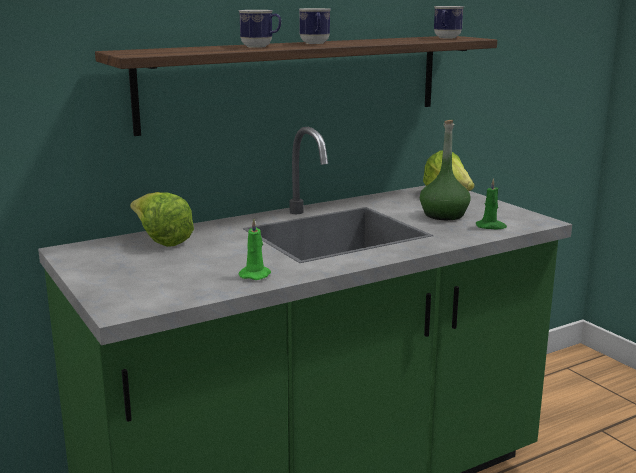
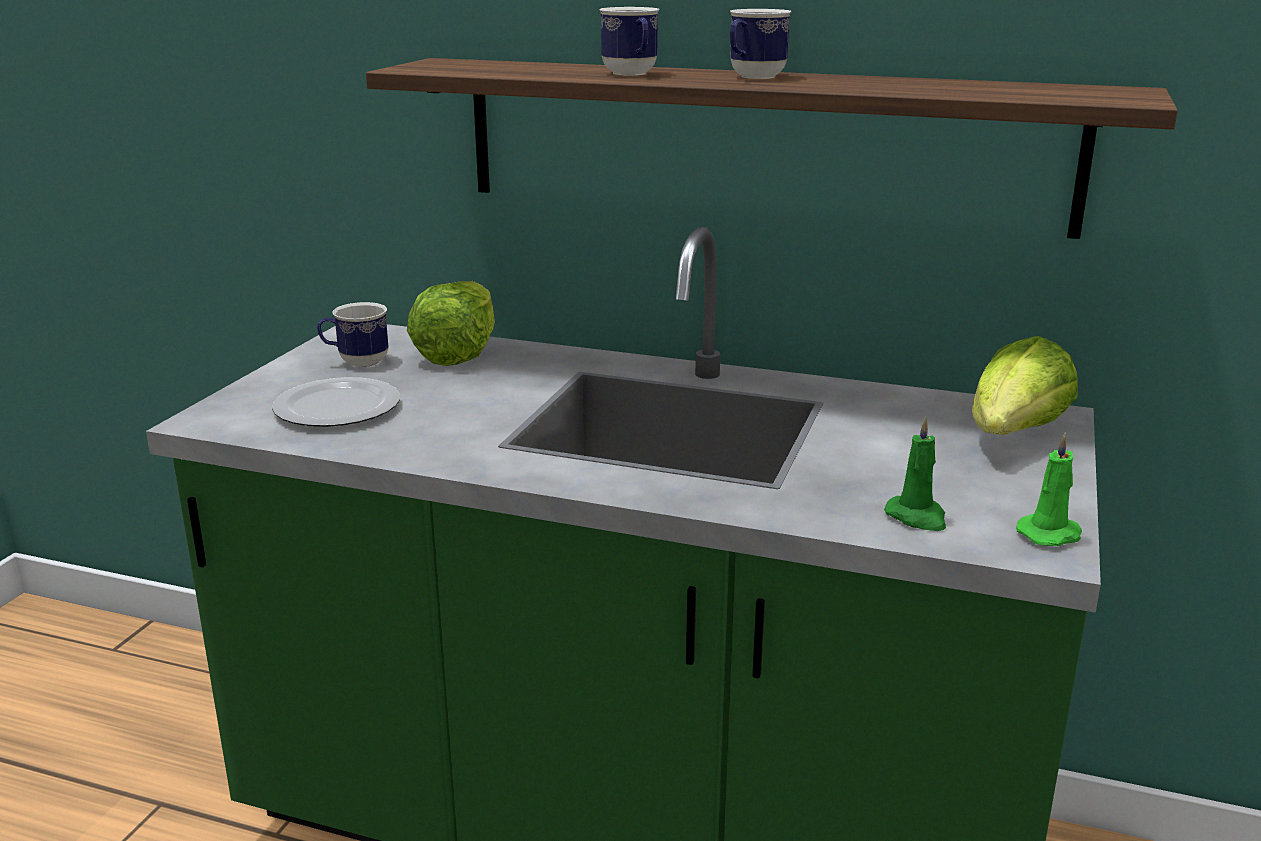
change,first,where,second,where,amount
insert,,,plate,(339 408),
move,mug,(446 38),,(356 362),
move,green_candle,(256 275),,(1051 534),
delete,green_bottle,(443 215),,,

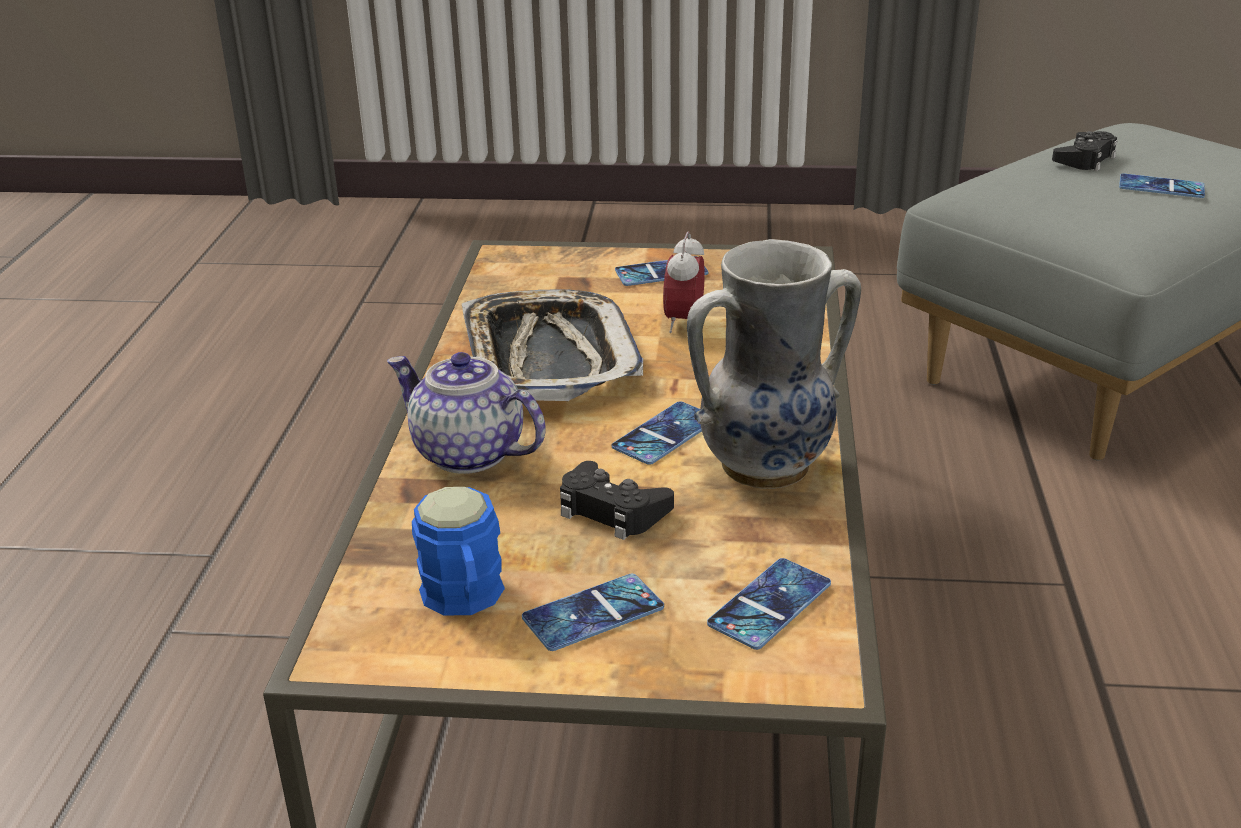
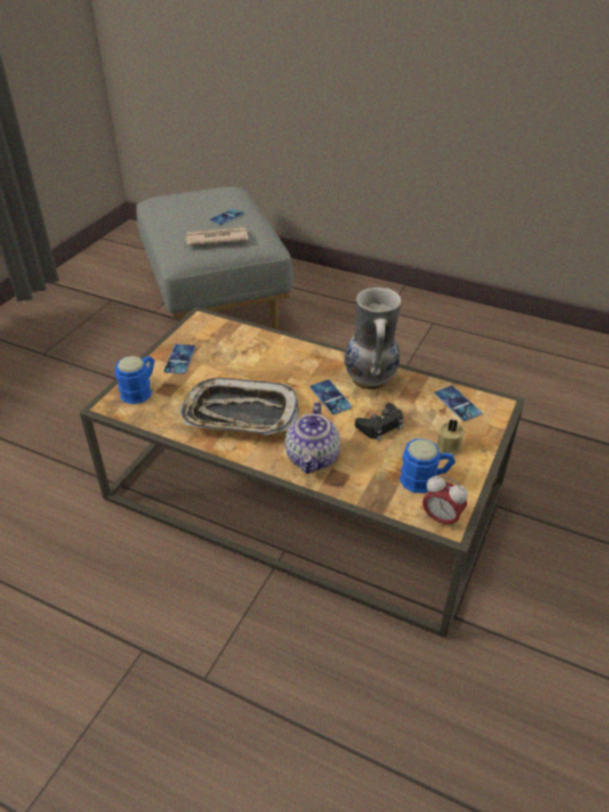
change,first,where,second,where,amount
insert,,,blue_mug,(140 390),
insert,,,newspaper,(216 239),
rotate,teapot,(466 453),,(313 458),45 degrees counterclockwise
move,alarm_clock,(684 323),,(441 519),
replace,phone,(593 613),beige_candle,(447 447),
delete,black_game_controller,(1085 159),,,

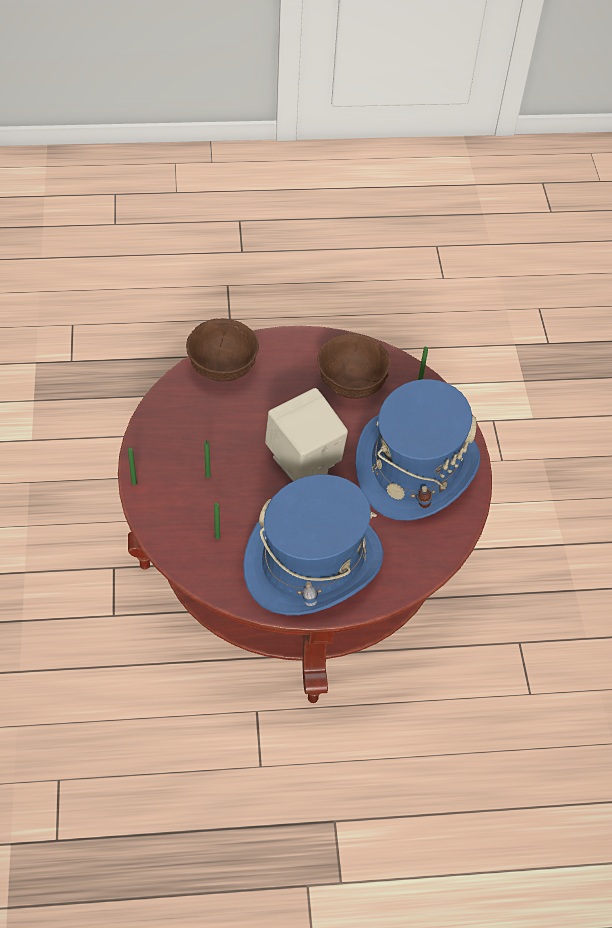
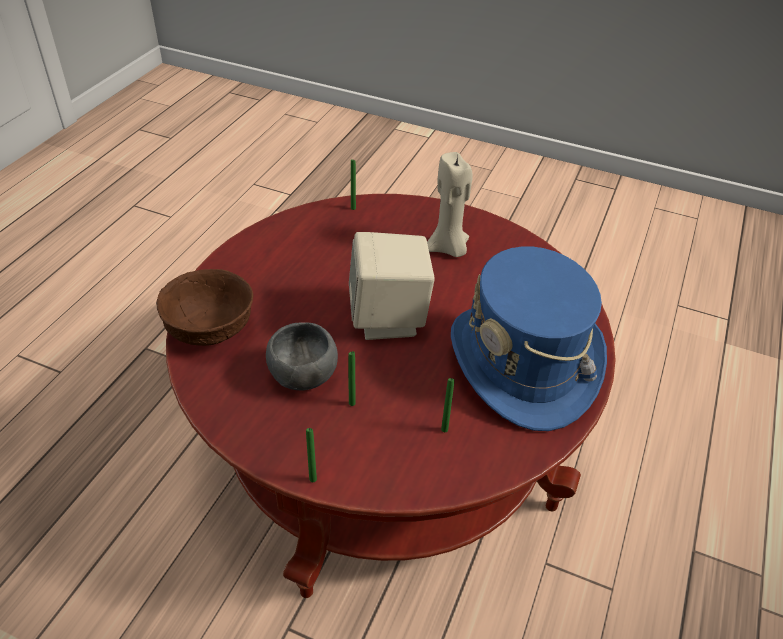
change,first,where,second,where,amount
insert,,,grey_bowl,(301 375),
replace,blue_hat,(415 467),beige_candle,(448 249),
delete,brown_bowl,(352 382),,,

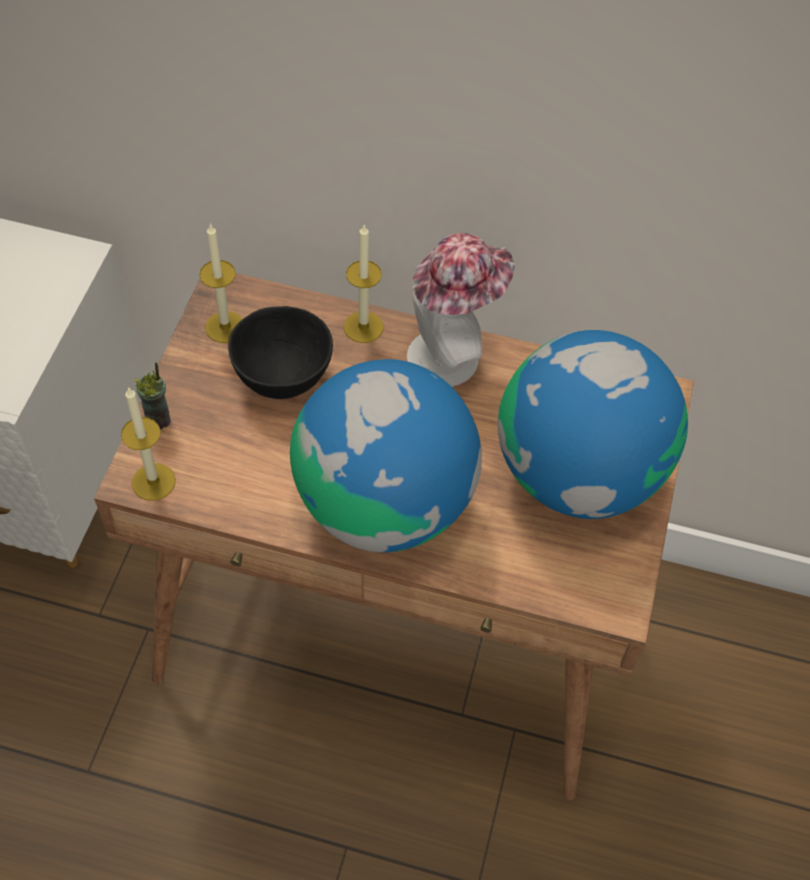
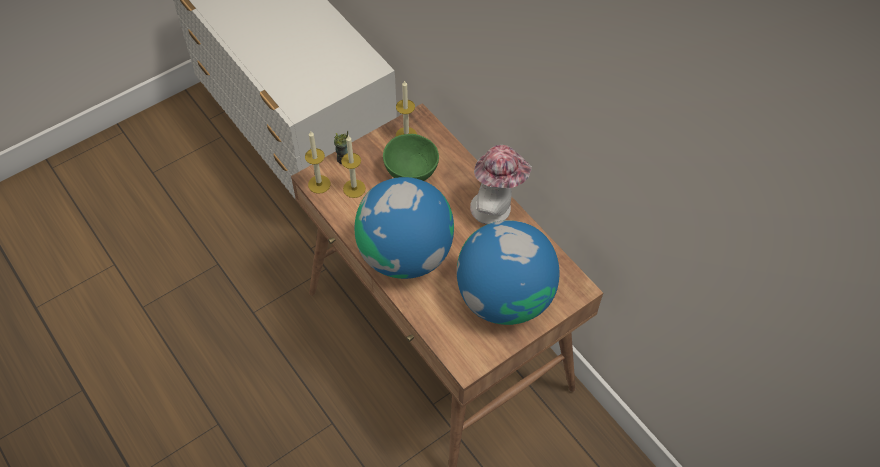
change,first,where,second,where,amount
move,candle,(363 327),,(354 188),
recolor,black_bowl,(281 377),green_bowl,(410 172),

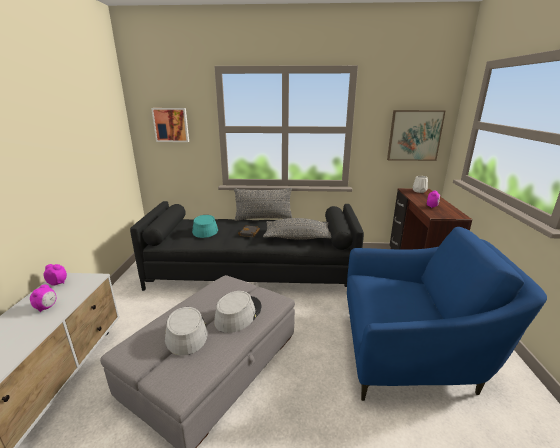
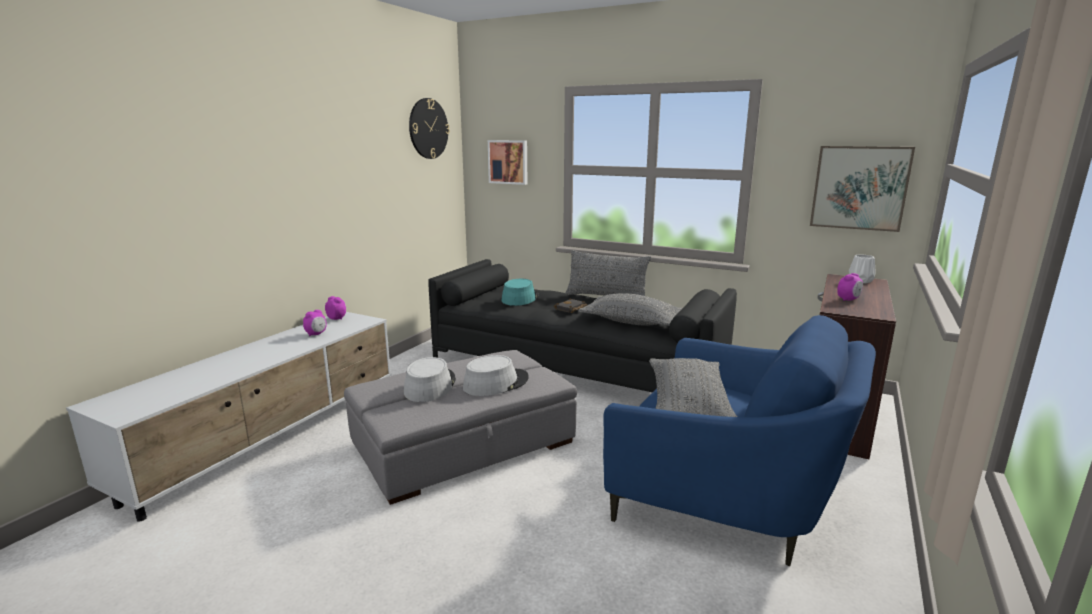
change,first,where,second,where,amount
insert,,,wall_clock,(428 128),
insert,,,grey_pillow,(688 404),

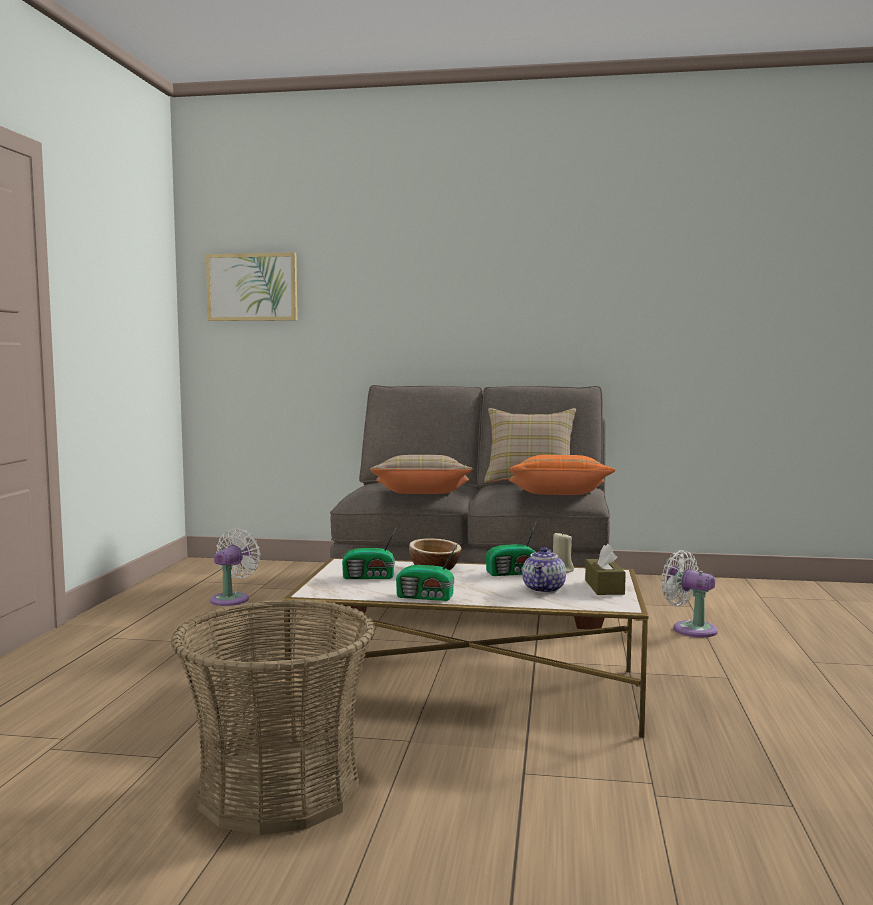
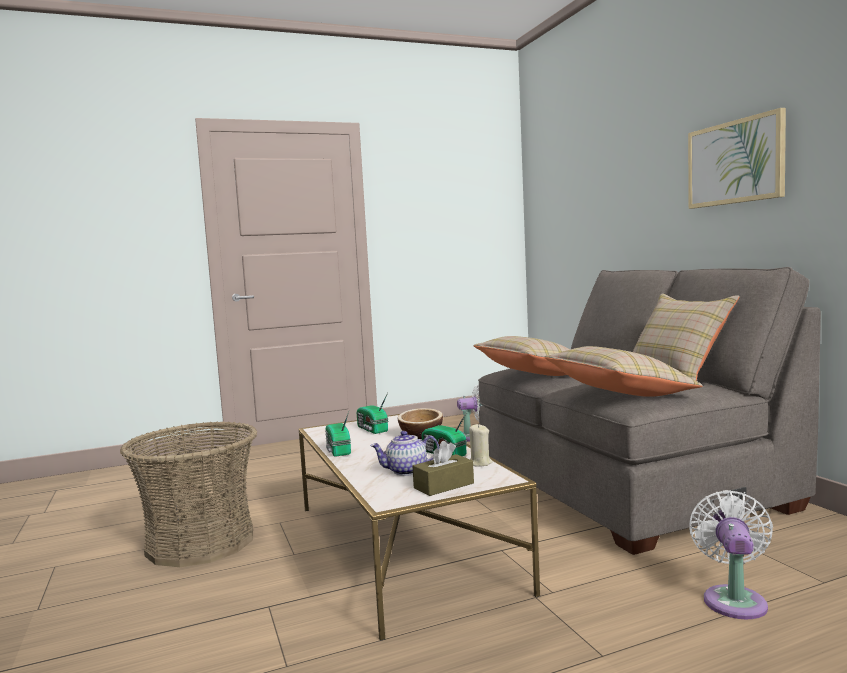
change,first,where,second,where,amount
recolor,orange_pillow,(558 496),beige_pillow,(619 394),
move,picture,(252 287),,(735 162),

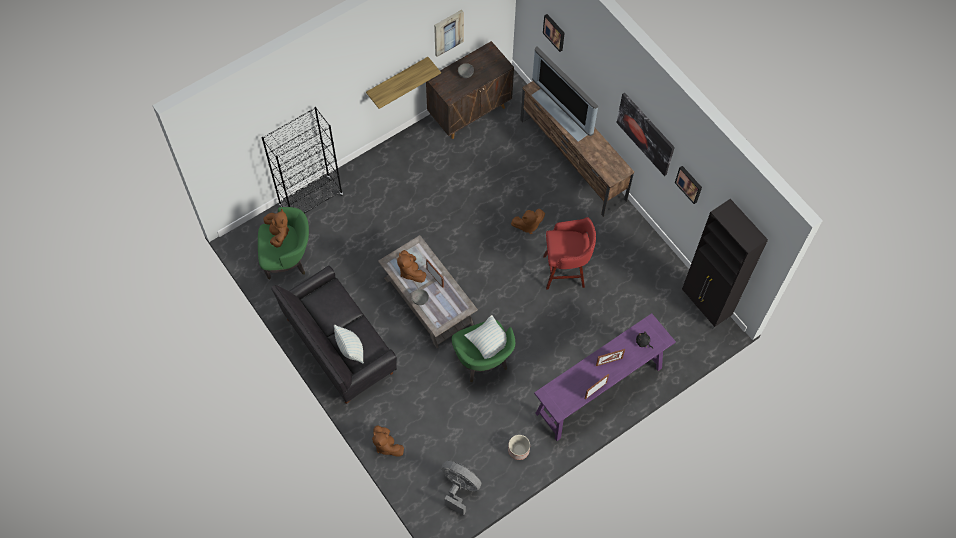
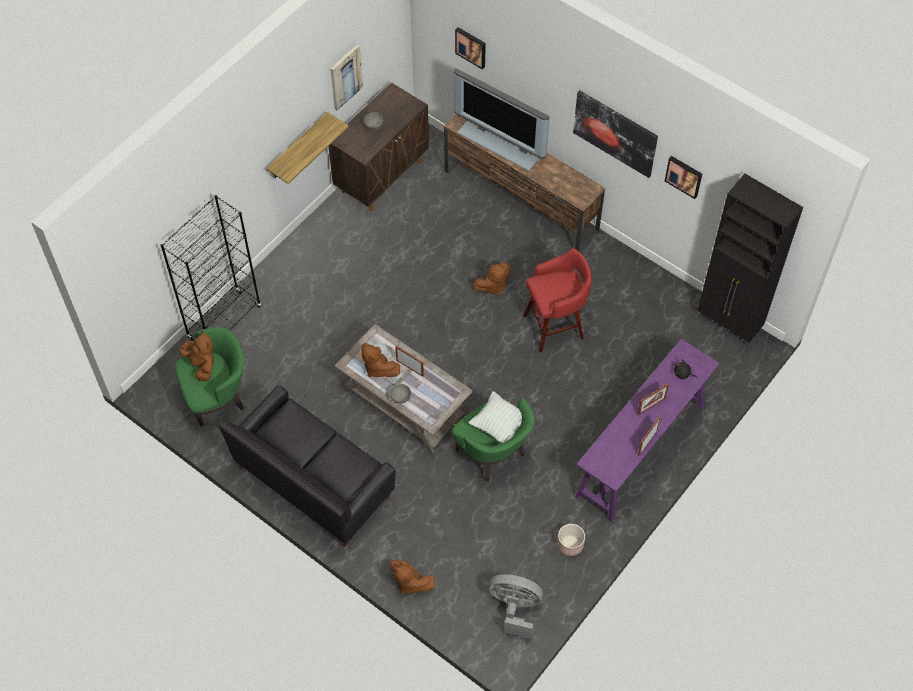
change,first,where,second,where,amount
delete,pillow,(351 350),,,

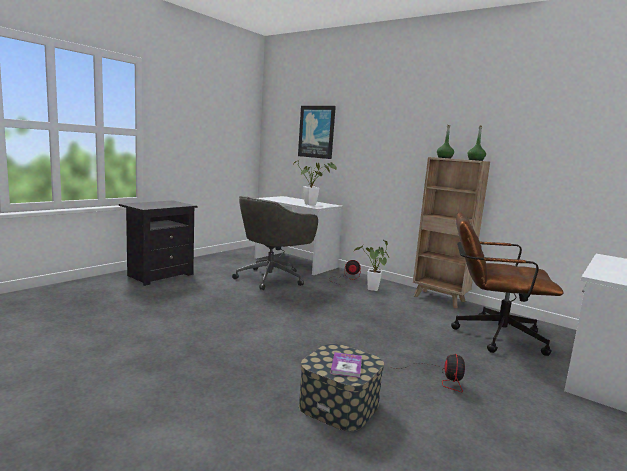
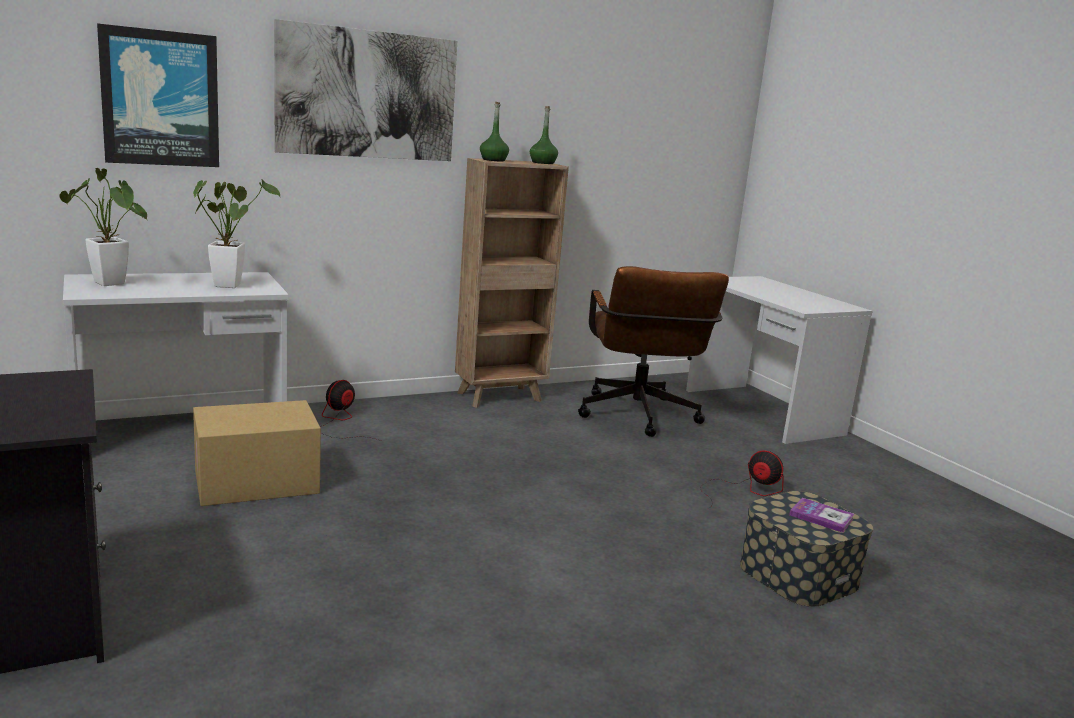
change,first,where,second,where,amount
move,potted_plant,(372 290),,(112 285),
replace,grey_office_chair,(271 278),cardboard_box,(256 483),
insert,,,picture,(367 94),
rotate,brown_office_chair,(490 335),,(639 418),45 degrees counterclockwise

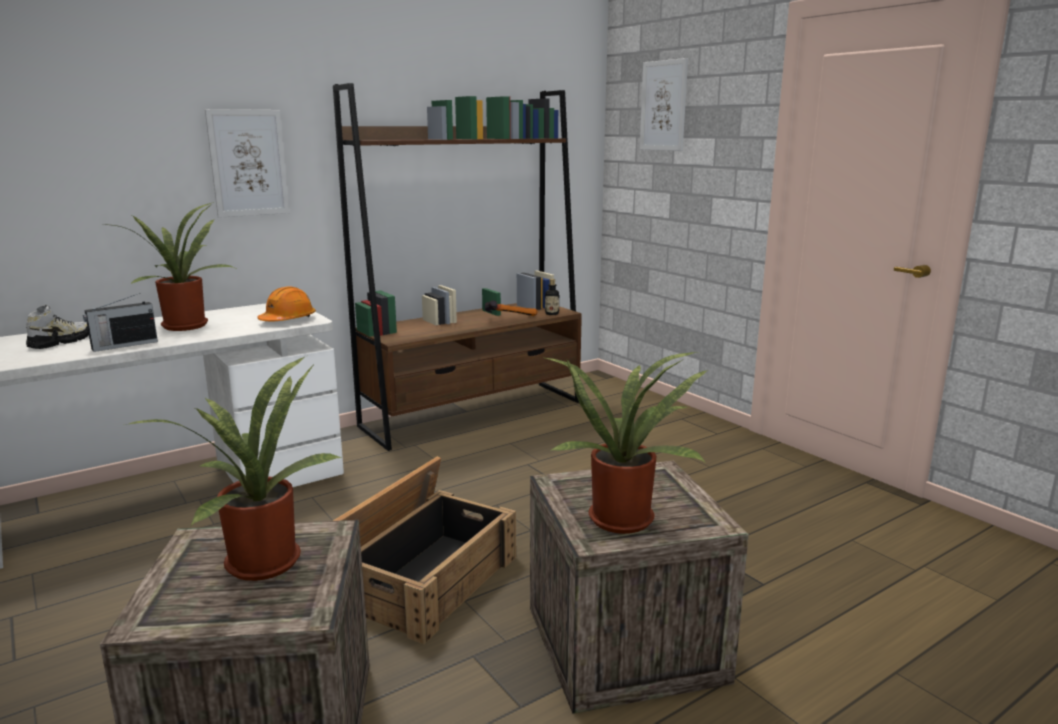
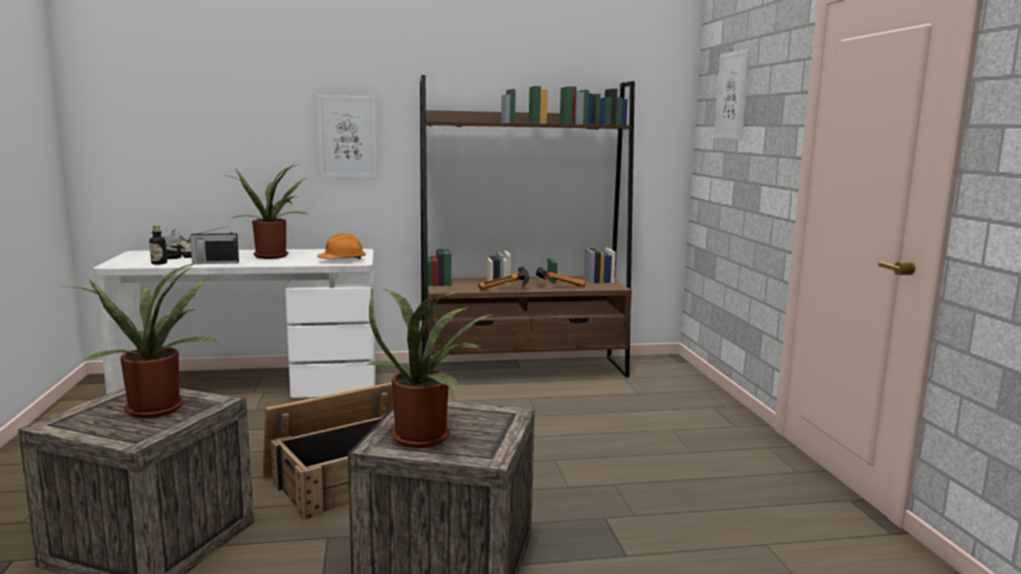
change,first,where,second,where,amount
move,bottle,(552 314),,(159 263),
insert,,,hammer,(505 290),

